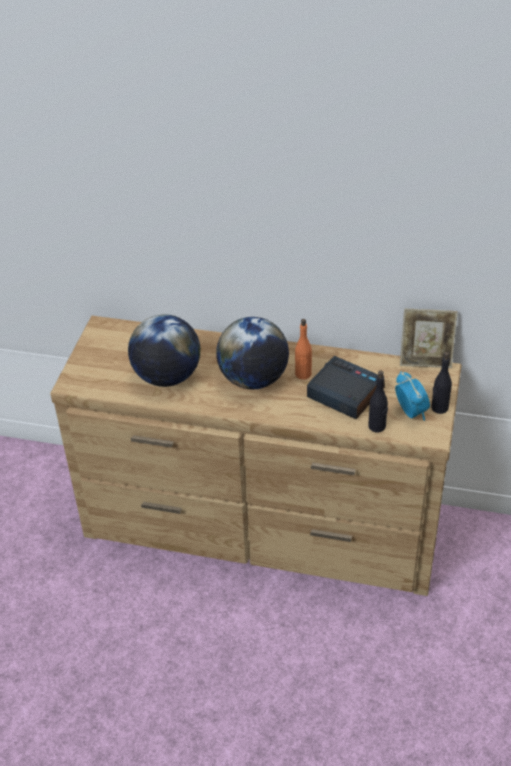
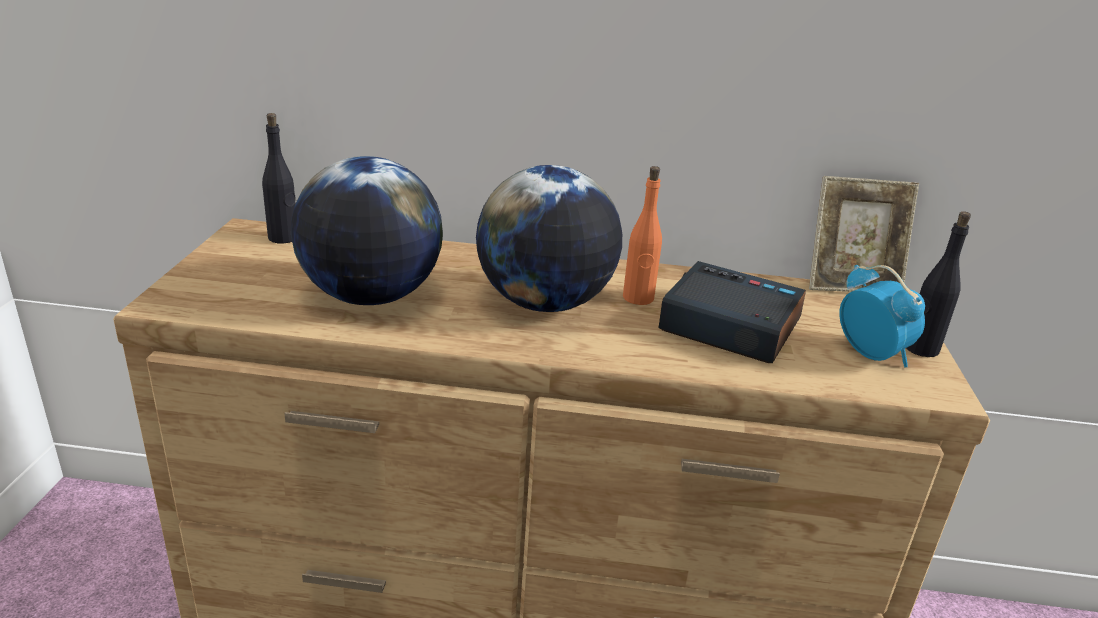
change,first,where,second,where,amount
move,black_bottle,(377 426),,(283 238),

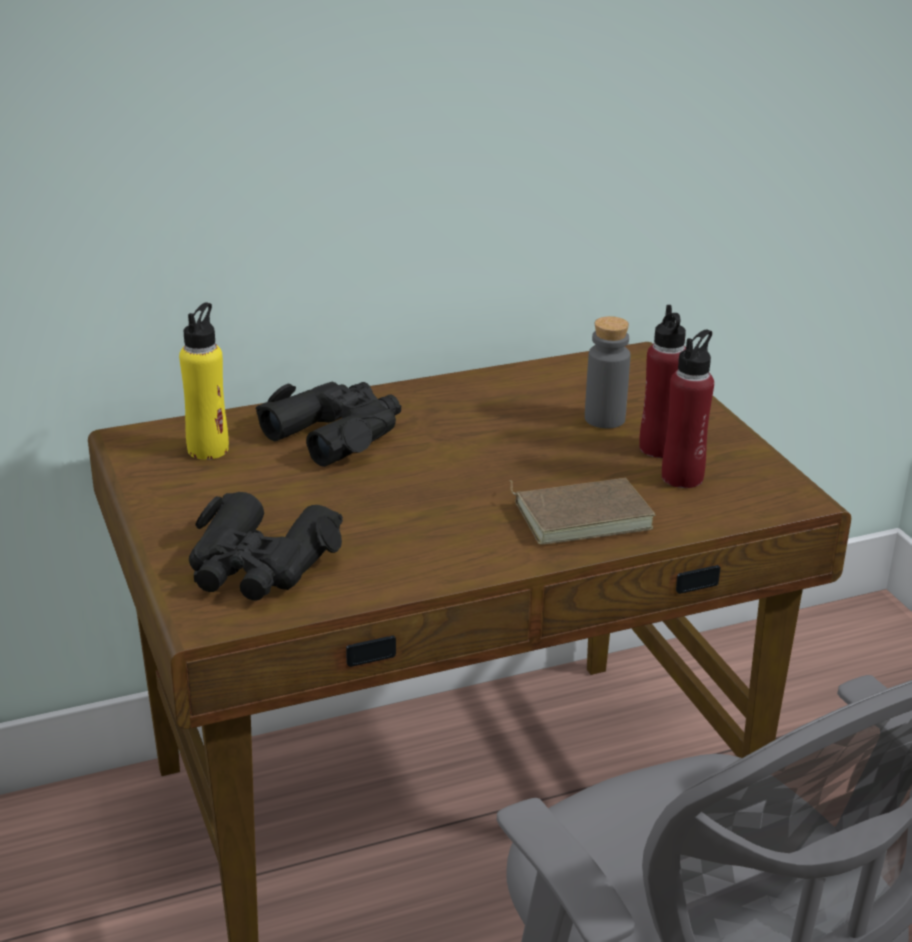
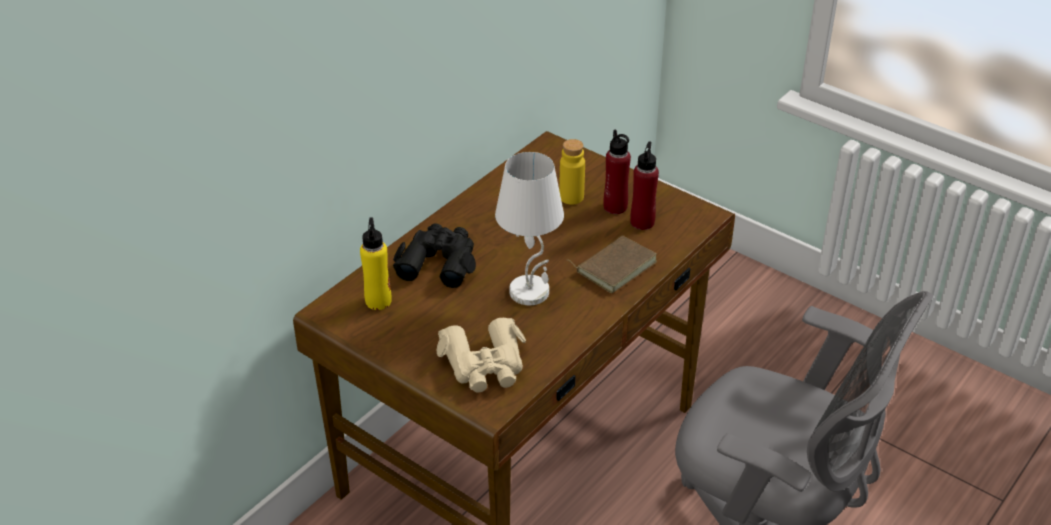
change,first,where,second,where,amount
recolor,black_binoculars,(259 566),beige_binoculars,(485 365),
insert,,,white_table_lamp,(530 292),
recolor,grey_bottle,(604 419),yellow_bottle,(571 197),

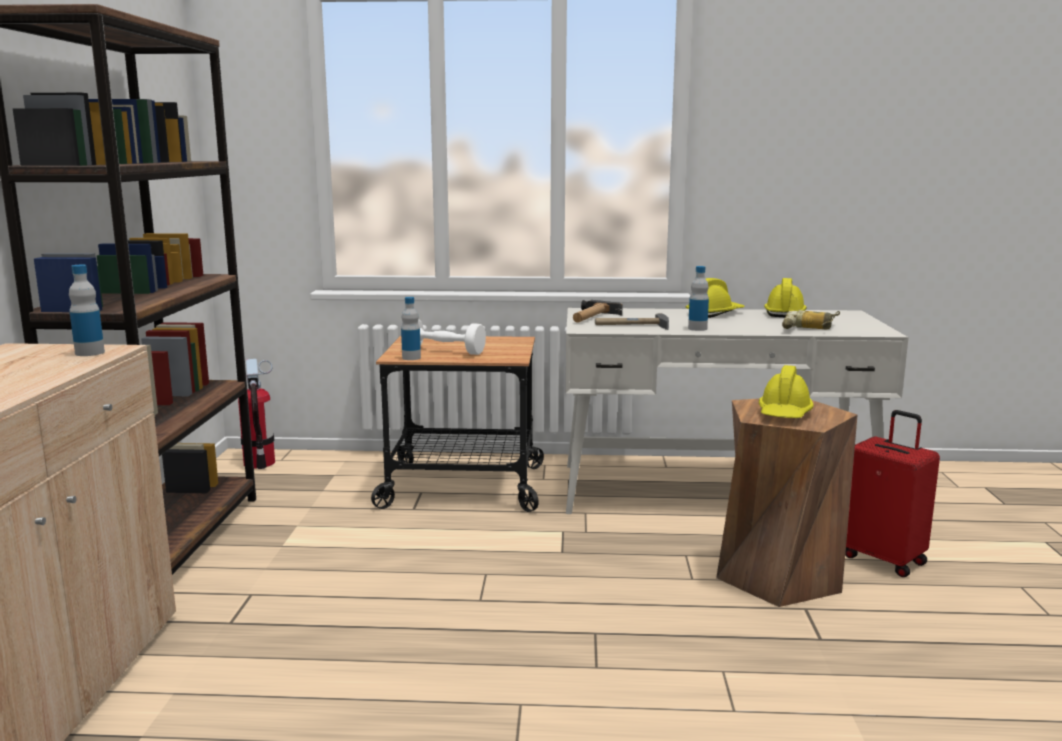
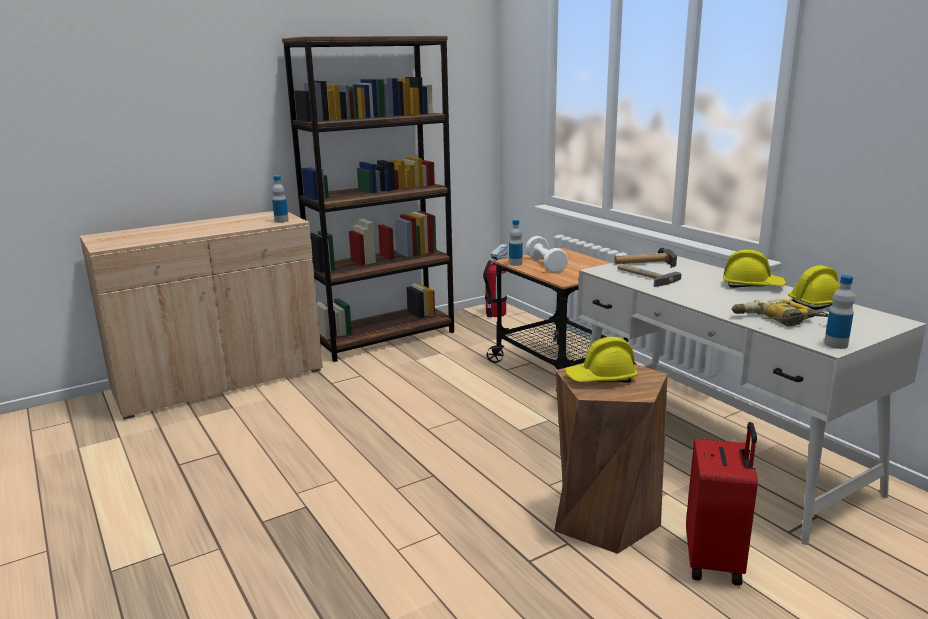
change,first,where,second,where,amount
move,bottle,(697 328),,(835 344),

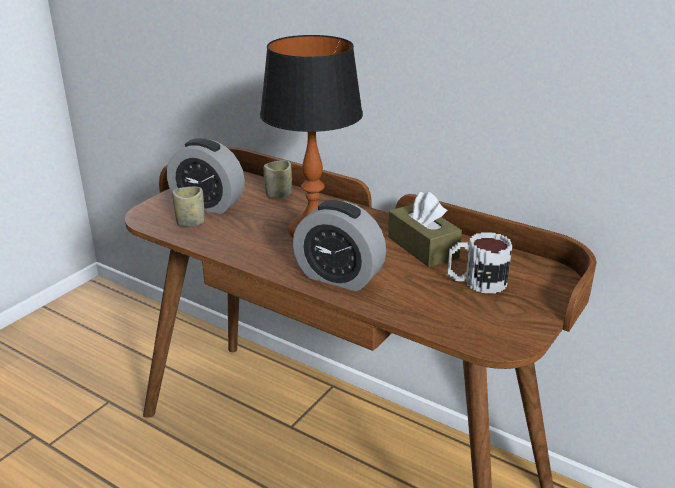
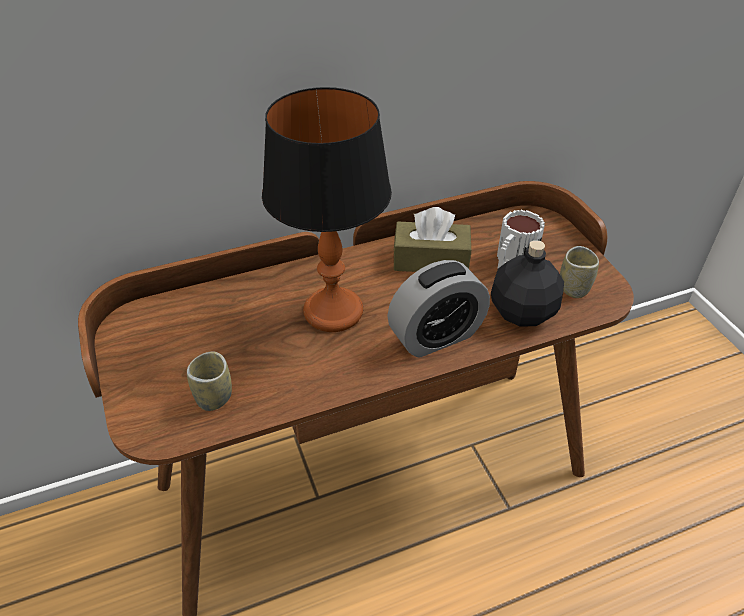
change,first,where,second,where,amount
insert,,,black_bottle,(521 313),
move,cup,(278 195),,(574 288),
delete,alarm_clock,(208 204),,,

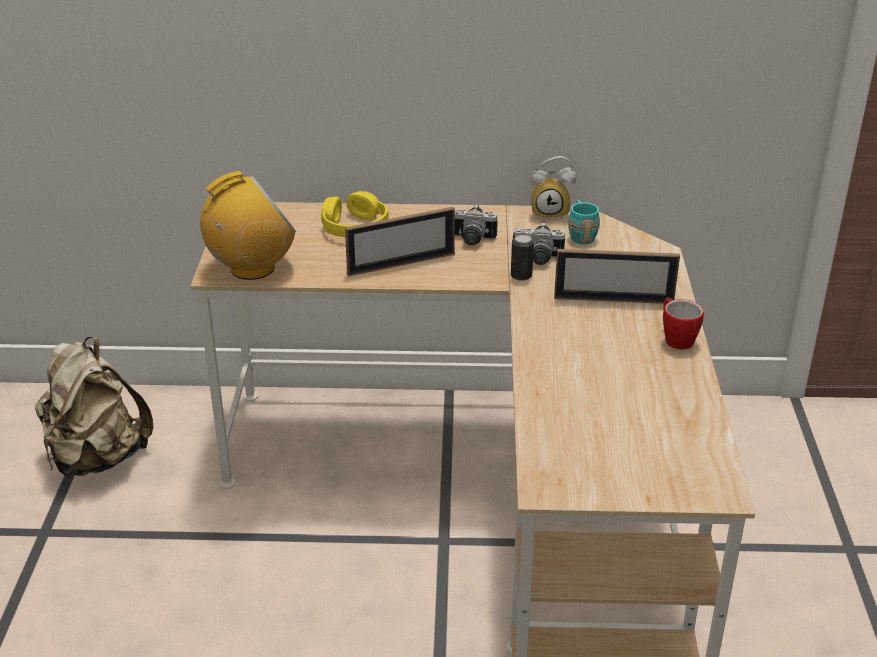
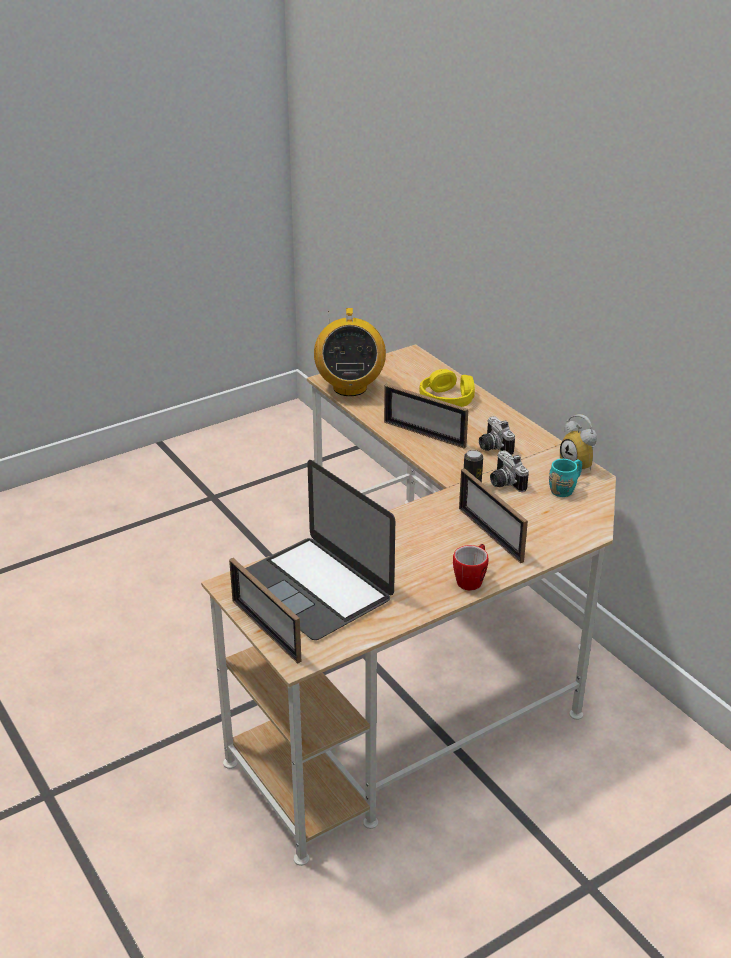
change,first,where,second,where,amount
insert,,,picture_frame,(266 630),
insert,,,laptop,(314 587),
rotate,radio,(252 268),,(349 387),60 degrees clockwise
delete,beige_backpack,(97 458),,,

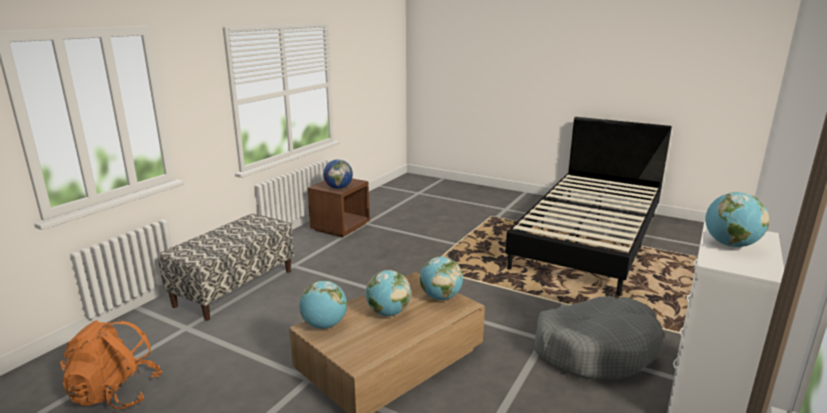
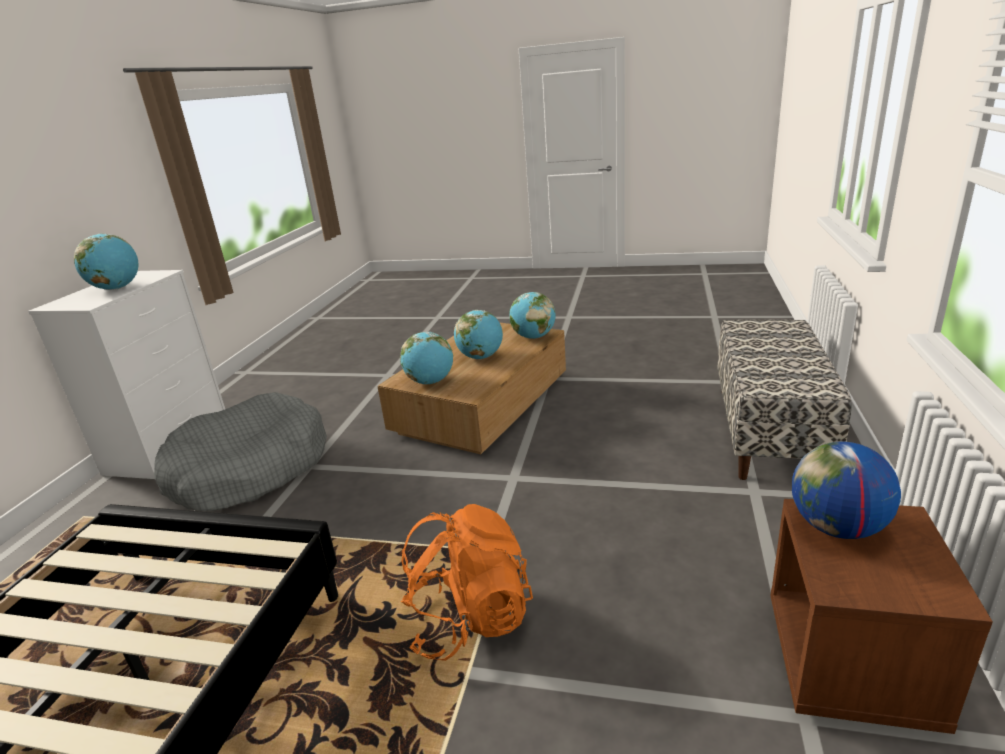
change,first,where,second,where,amount
move,orange_backpack,(116 393),,(469 619),

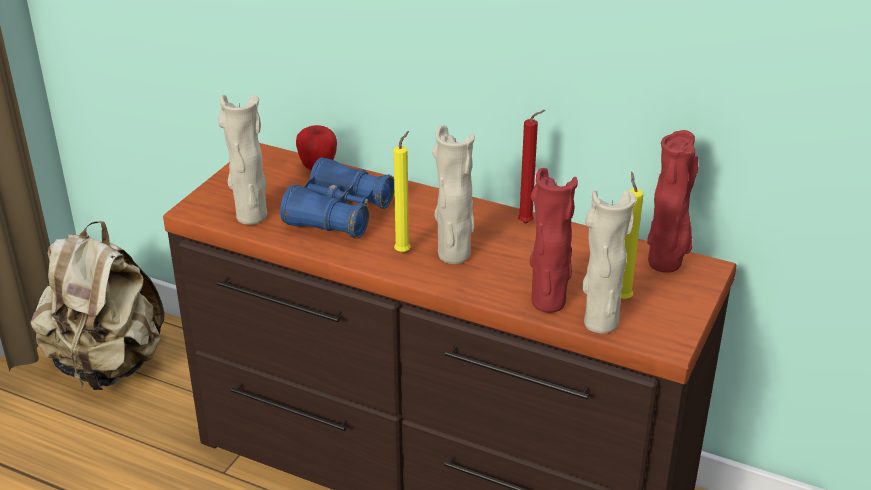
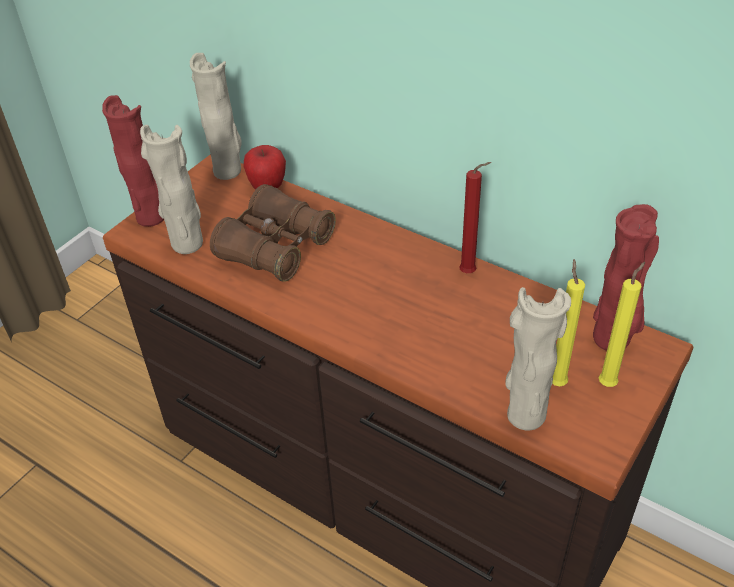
change,first,where,second,where,amount
move,red_vase,(549 302),,(152 216),
move,beige_vase,(454 254),,(228 171),
recolor,blue_binoculars,(339 215),brown_binoculars,(275 248),
move,yellow_candle,(404 251),,(609 383),
delete,beige_backpack,(108 365),,,

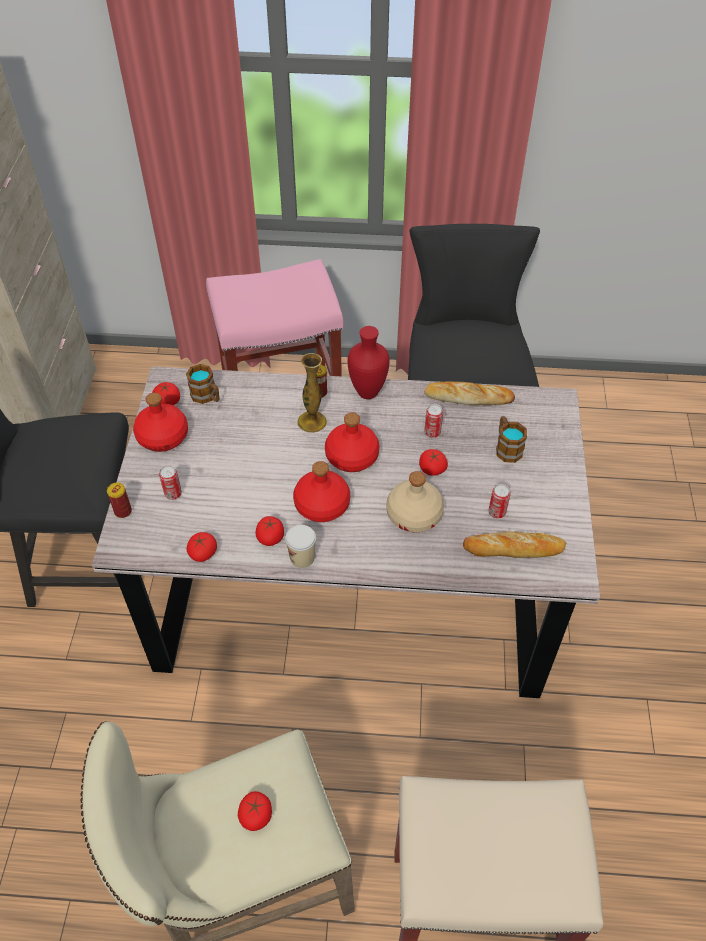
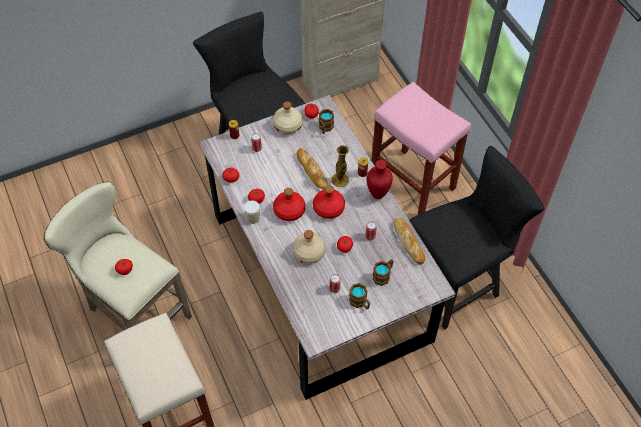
change,first,where,second,where,amount
recolor,red_bottle,(163 436),beige_bottle,(288 125),
move,bread,(514 548),,(311 171),
insert,,,mug,(360 303),

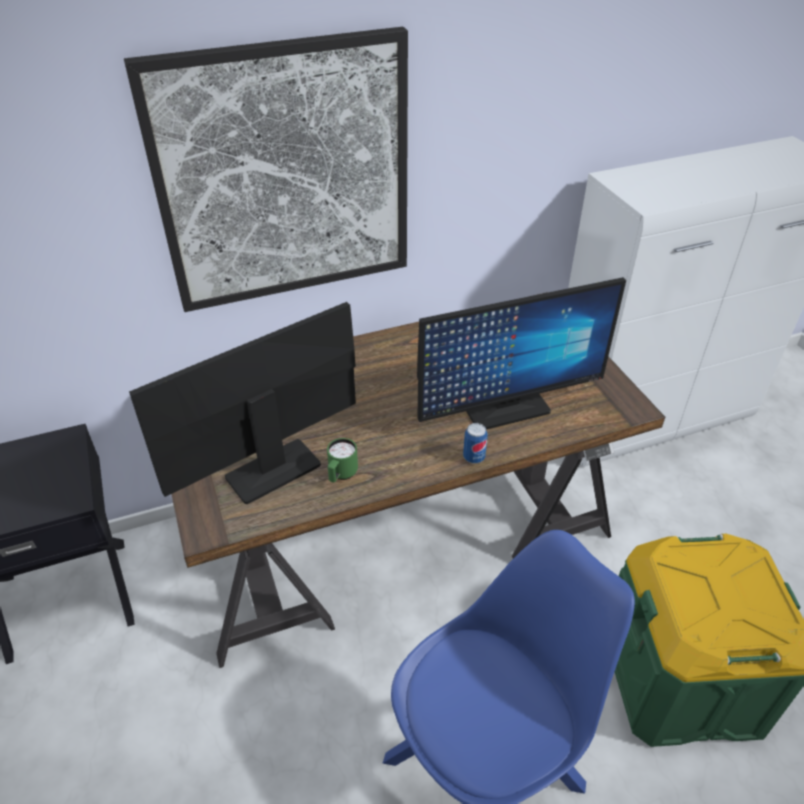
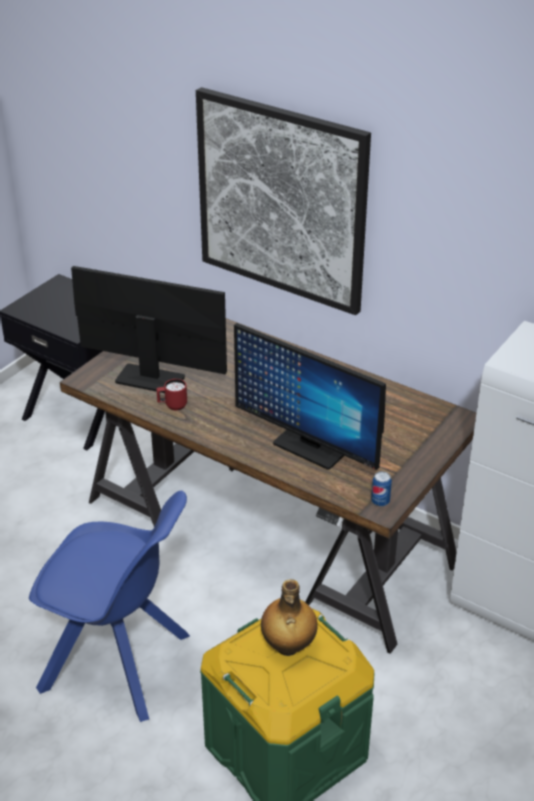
change,first,where,second,where,amount
recolor,green_mug,(341 475),red_mug,(172 406),
insert,,,bottle,(288 646),
move,can,(474 457),,(380 501),

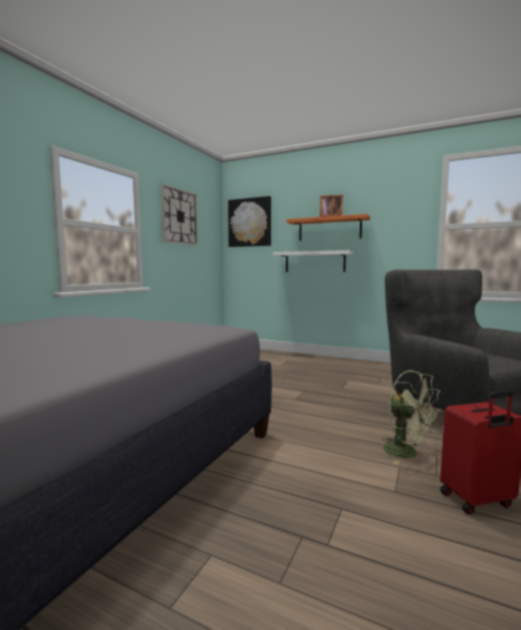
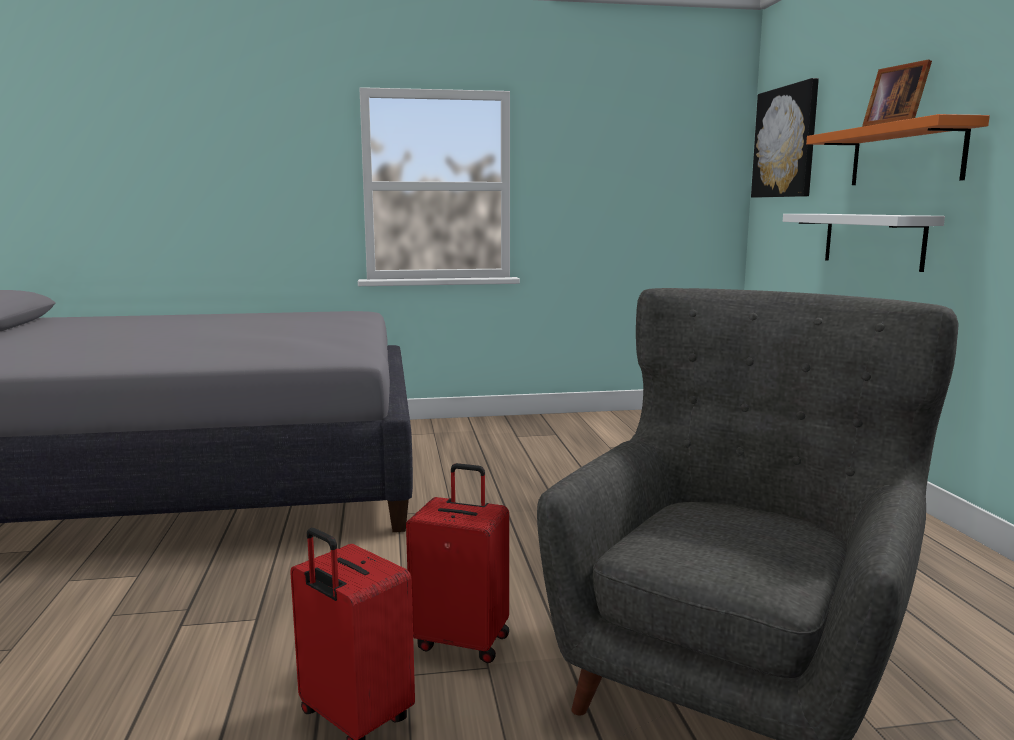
change,first,where,second,where,amount
replace,green_fan,(407 453),red_suitcase,(462 641),
delete,wall_clock,(179 216),,,

